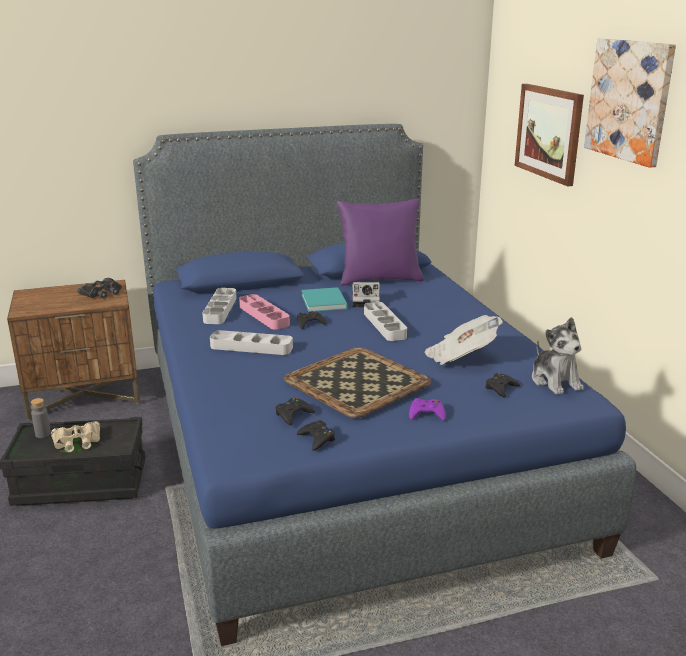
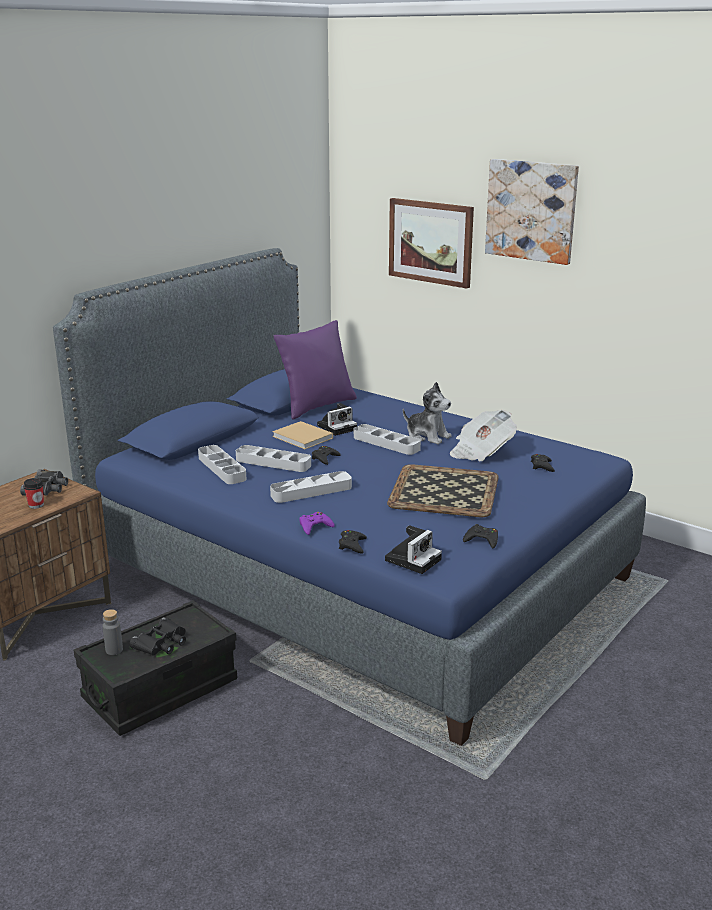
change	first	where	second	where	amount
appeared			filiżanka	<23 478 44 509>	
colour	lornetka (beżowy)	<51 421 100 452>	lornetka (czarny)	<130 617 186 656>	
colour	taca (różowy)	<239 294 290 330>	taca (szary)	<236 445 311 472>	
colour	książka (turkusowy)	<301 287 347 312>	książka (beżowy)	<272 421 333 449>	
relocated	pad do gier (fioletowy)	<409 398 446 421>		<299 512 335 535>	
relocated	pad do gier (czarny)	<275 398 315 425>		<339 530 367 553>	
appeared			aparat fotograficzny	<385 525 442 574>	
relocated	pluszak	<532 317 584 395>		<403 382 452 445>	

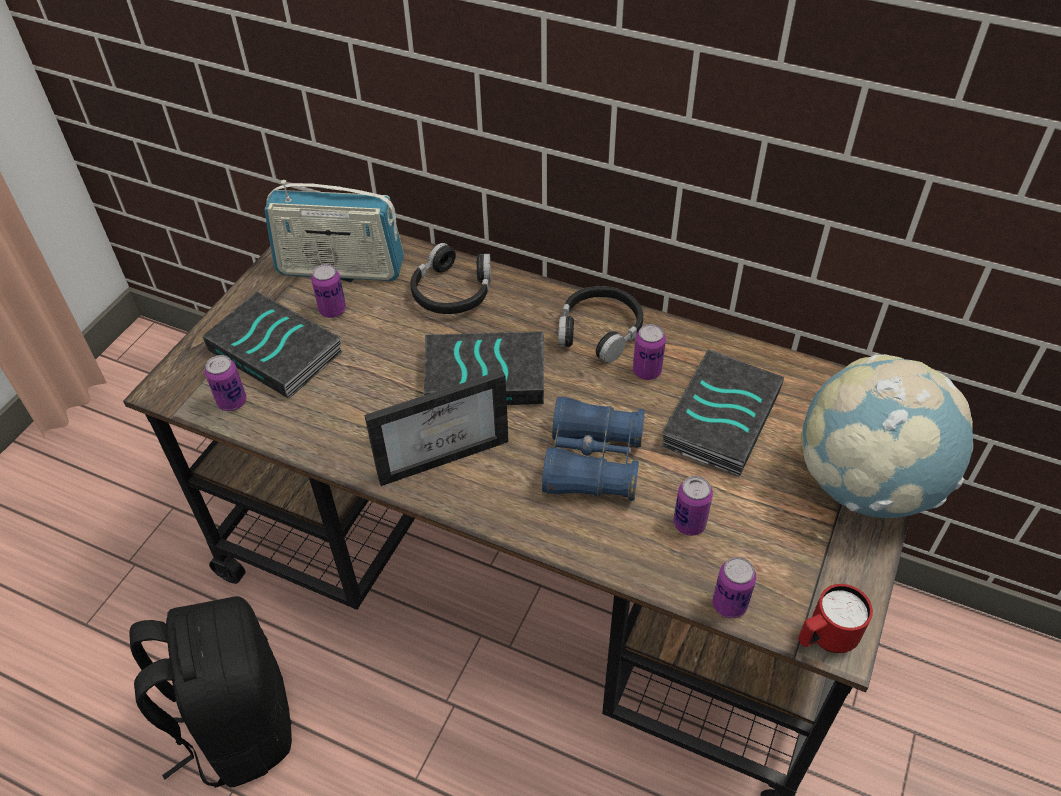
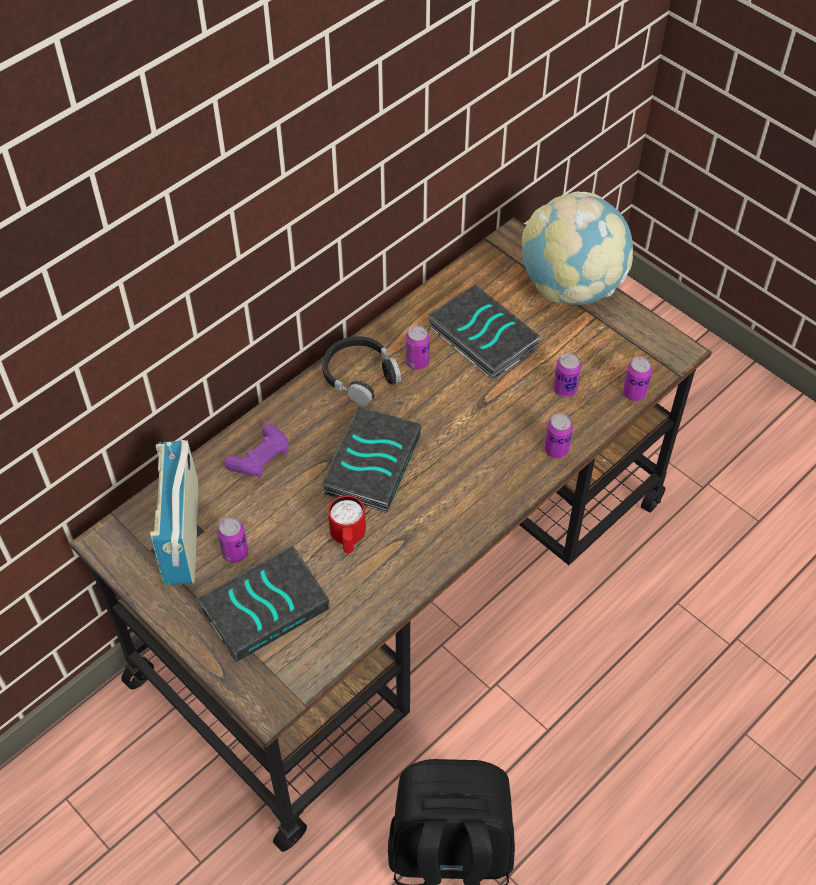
change	first	where	second	where	amount
spun	radio	<264 180 404 281>		<150 439 199 585>	150 degrees clockwise
exchanged	słuchawki (czarny)	<410 243 491 314>	pad do gier (fioletowy)	<225 424 289 478>	
relocated	kubek (czerwony)	<799 584 873 653>		<328 495 366 553>	
relocated	puszka	<205 355 247 411>		<544 413 573 458>	
missing	ramka na zdjęcie	<364 370 509 486>			
missing	lornetka (niebieski)	<542 397 645 501>			

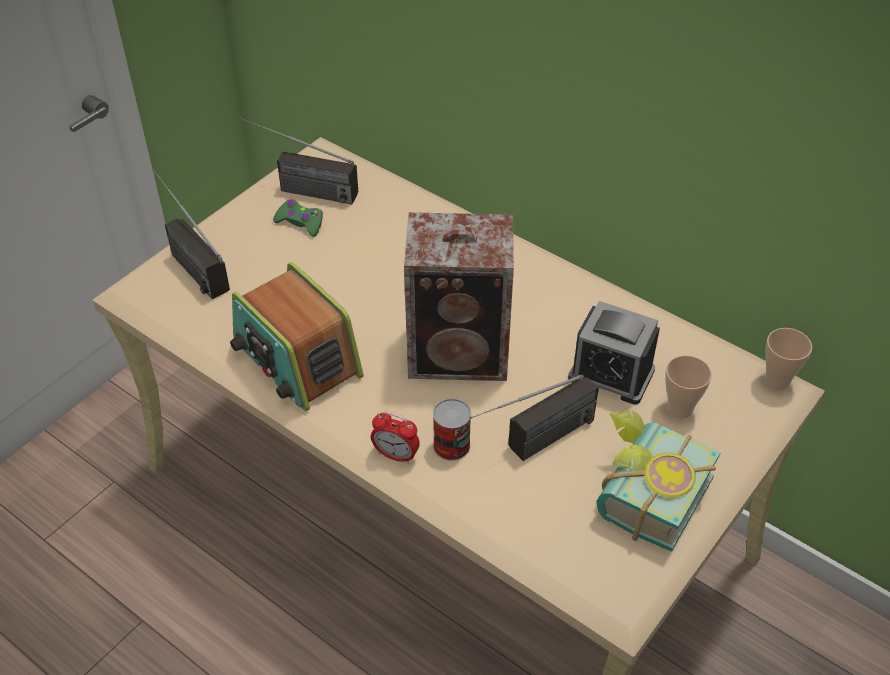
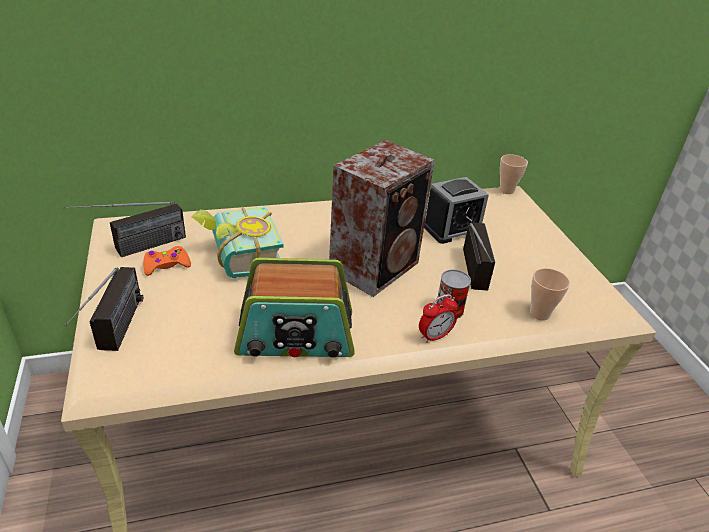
change	first	where	second	where	amount
spun	radio	<152 168 230 299>		<64 267 143 351>	90 degrees counterclockwise
colour	pad do gier (zielony)	<273 199 323 237>	pad do gier (pomarańczowy)	<143 246 191 276>	
relocated	książka	<597 410 721 552>		<192 206 283 278>	
relocated	filiżanka	<665 355 712 419>		<530 268 570 321>	

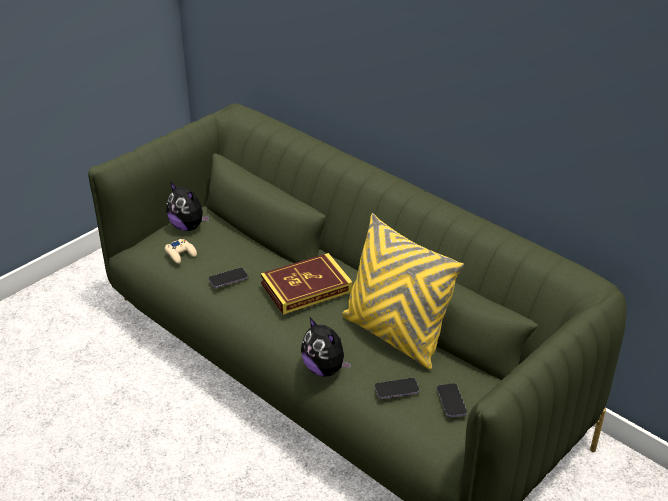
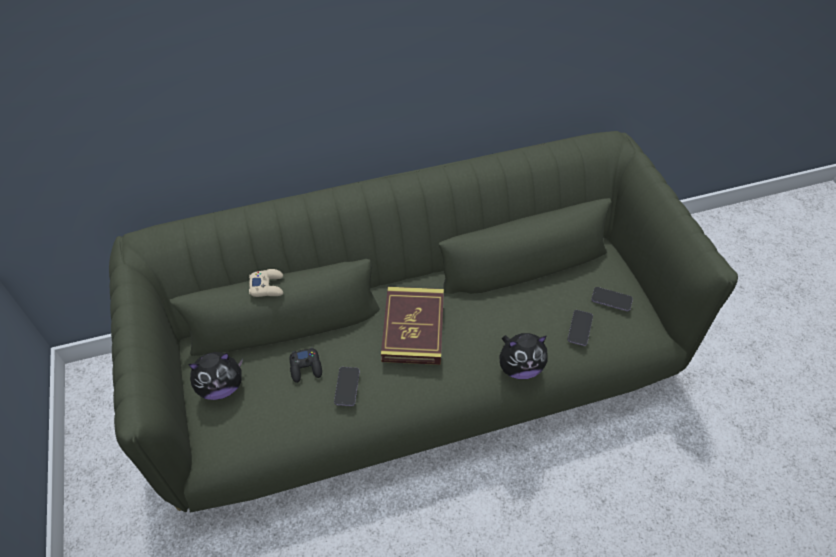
change	first	where	second	where	amount
relocated	pad do gier (beżowy)	<165 239 197 264>		<249 269 283 297>	
appeared			pad do gier (czarny)	<290 348 322 383>	
missing	poduszka (żółty)	<342 213 464 369>			

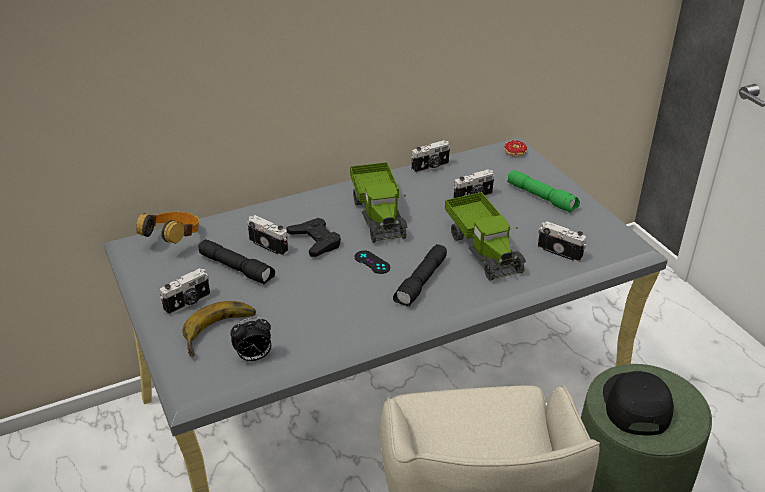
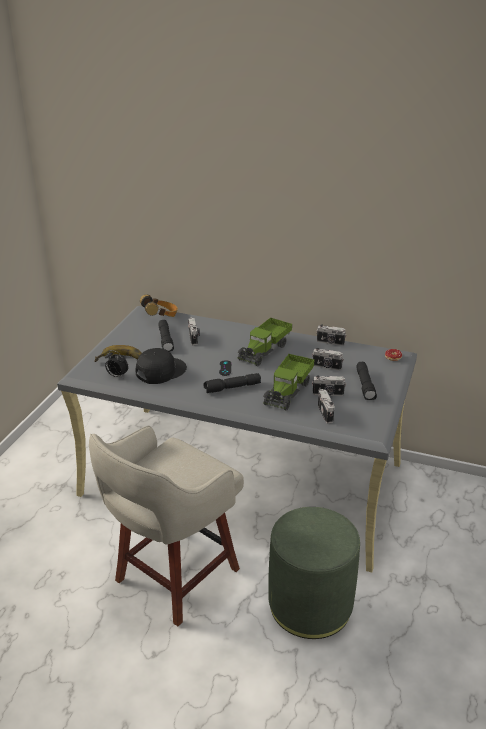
change	first	where	second	where	amount
relocated	czapka z daszkiem (czarny)	<603 371 674 435>		<136 348 187 384>	
relocated	aparat fotograficzny	<160 268 210 315>		<312 375 346 396>	
colour	latarka (zielony)	<507 170 580 213>	latarka (czarny)	<356 362 377 400>	
missing	pad do gier (czarny)	<286 218 341 257>			

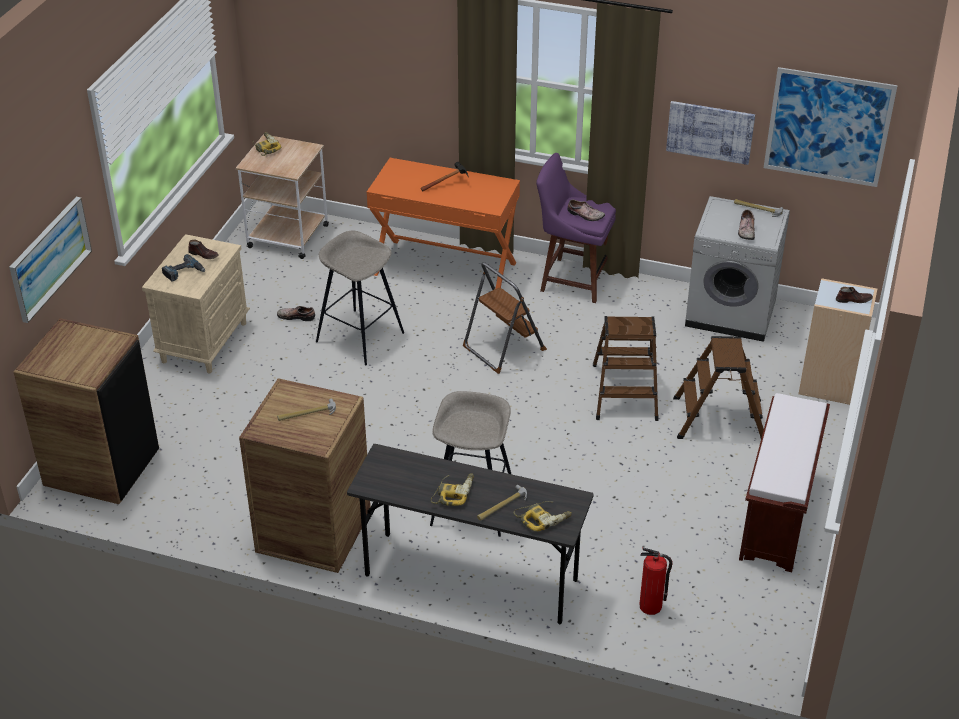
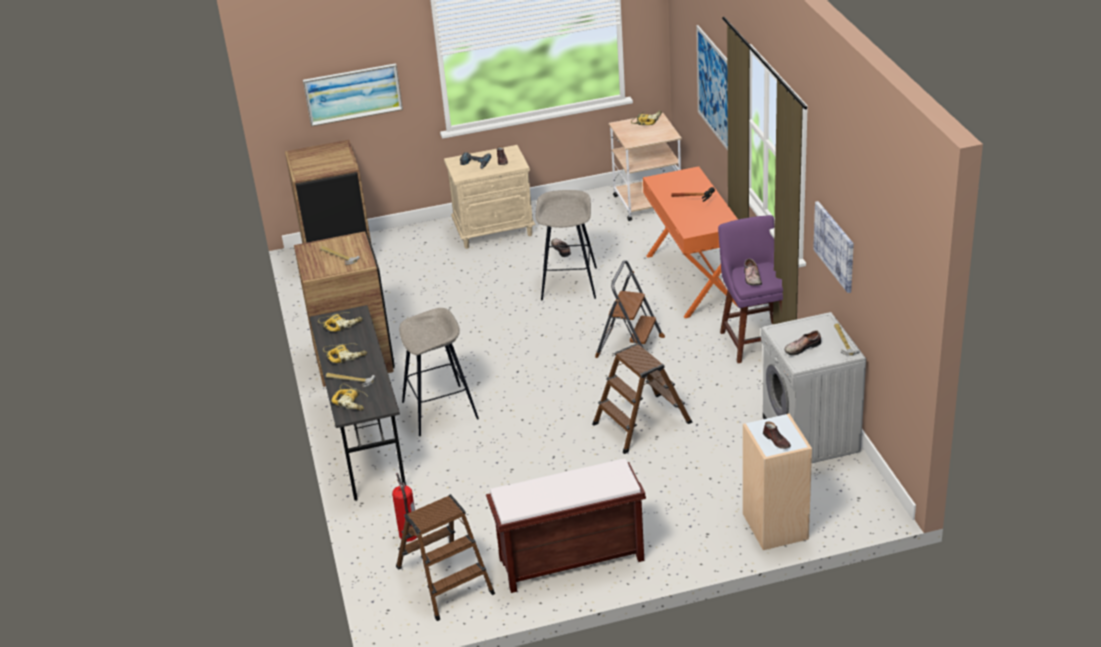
change	first	where	second	where	amount
appeared			wiertarka	<318 312 363 332>	
relocated	drabinka (brązowy)	<673 336 764 439>		<396 494 495 621>	
relocated	obraz	<764 67 898 187>		<696 25 728 150>	

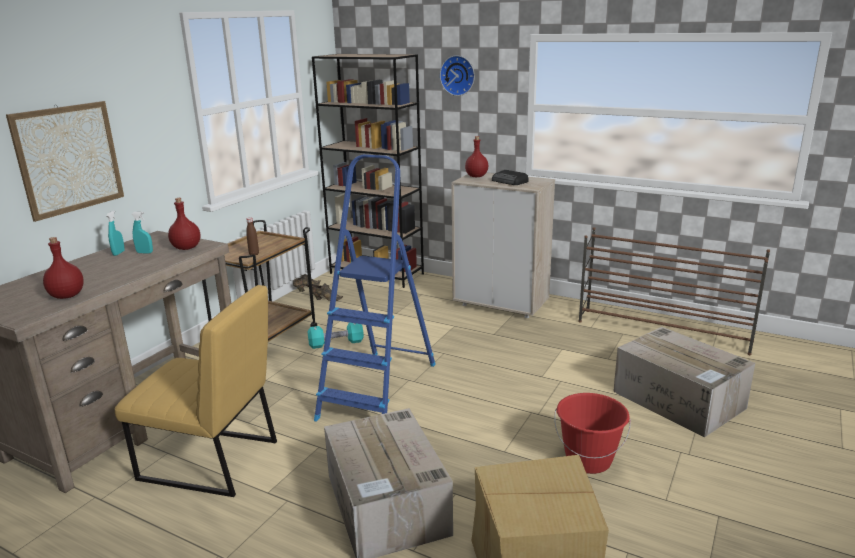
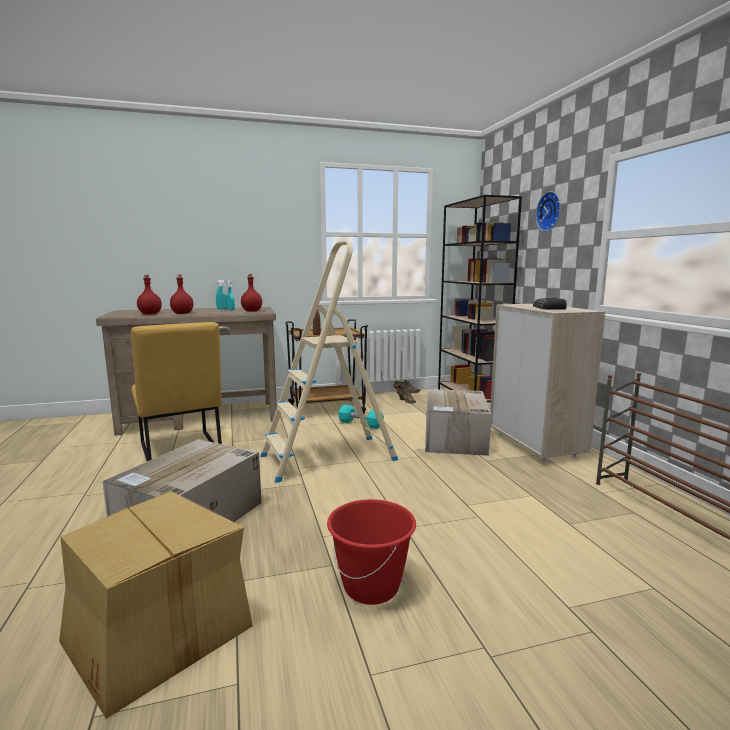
change	first	where	second	where	amount
relocated	butelka (czerwony)	<465 136 488 177>		<170 275 193 314>	
colour	drabinka (niebieski)	<314 155 436 422>	drabinka (beżowy)	<260 241 398 483>	
relocated	karton	<613 327 755 437>		<425 389 491 456>	
missing	obraz	<6 101 124 222>			

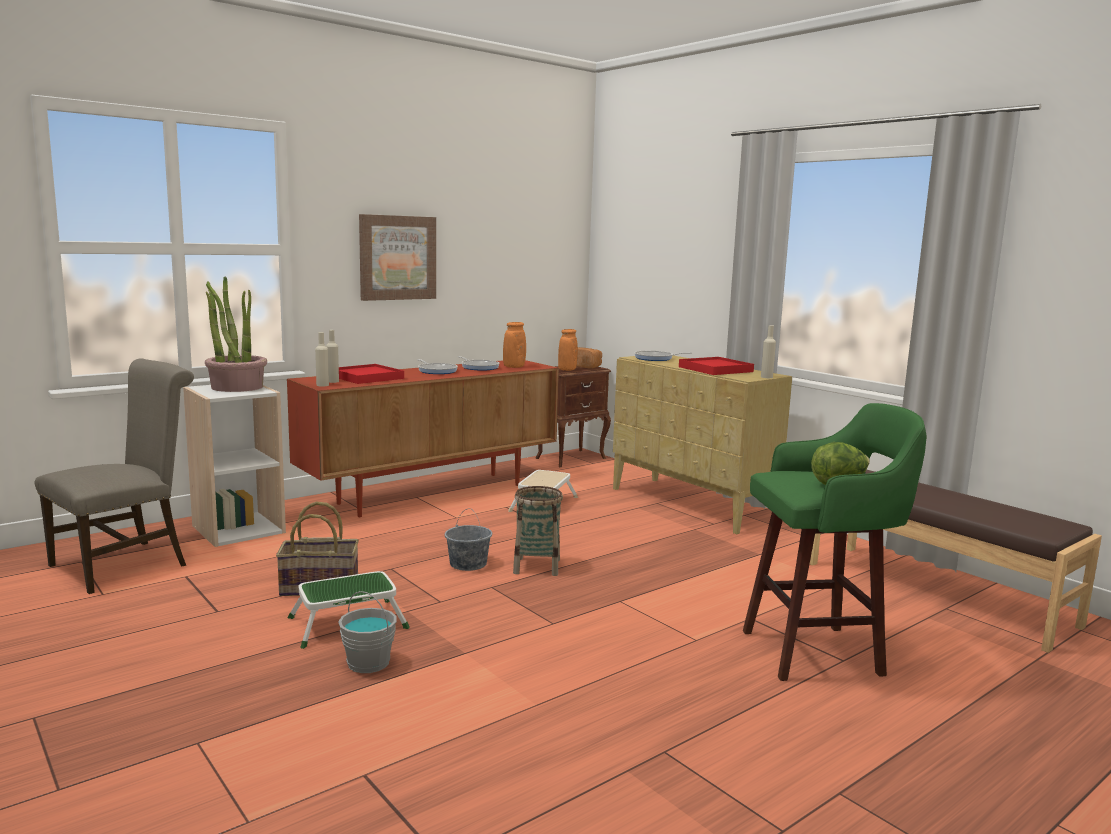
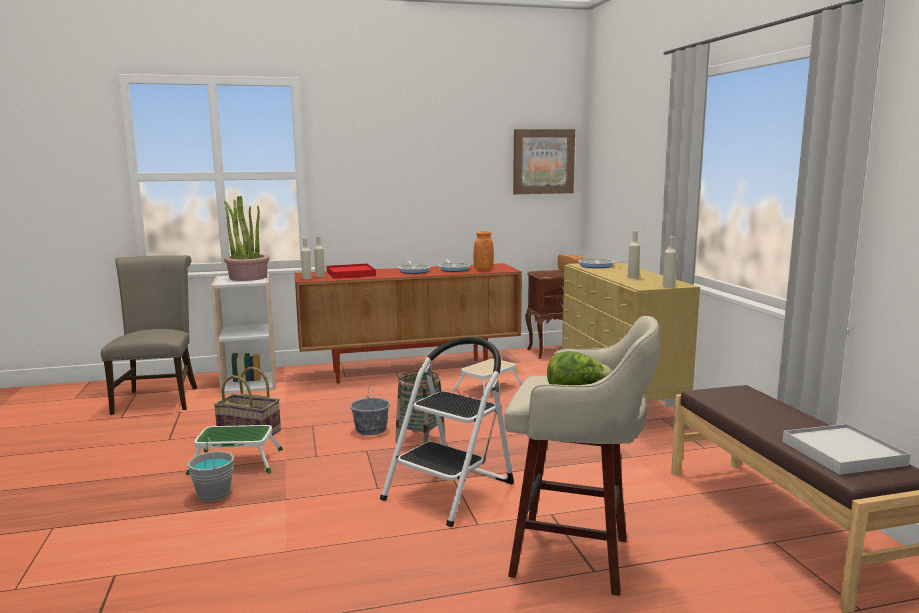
change	first	where	second	where	amount
spun	krzesło (beżowy)	<35 358 194 594>		<101 255 197 415>	75 degrees counterclockwise
appeared			drabinka	<380 337 514 527>	
colour	stołek (zielony)	<743 403 927 681>	stołek (beżowy)	<504 316 660 596>	
relocated	obraz	<359 214 436 301>		<513 129 575 194>	
exchanged	taca (czerwony)	<679 357 754 375>	butelka (beżowy)	<628 231 640 279>	
appeared			taca (biały)	<782 424 910 475>	
missing	wazon (pomarańczowy)	<558 329 578 371>			

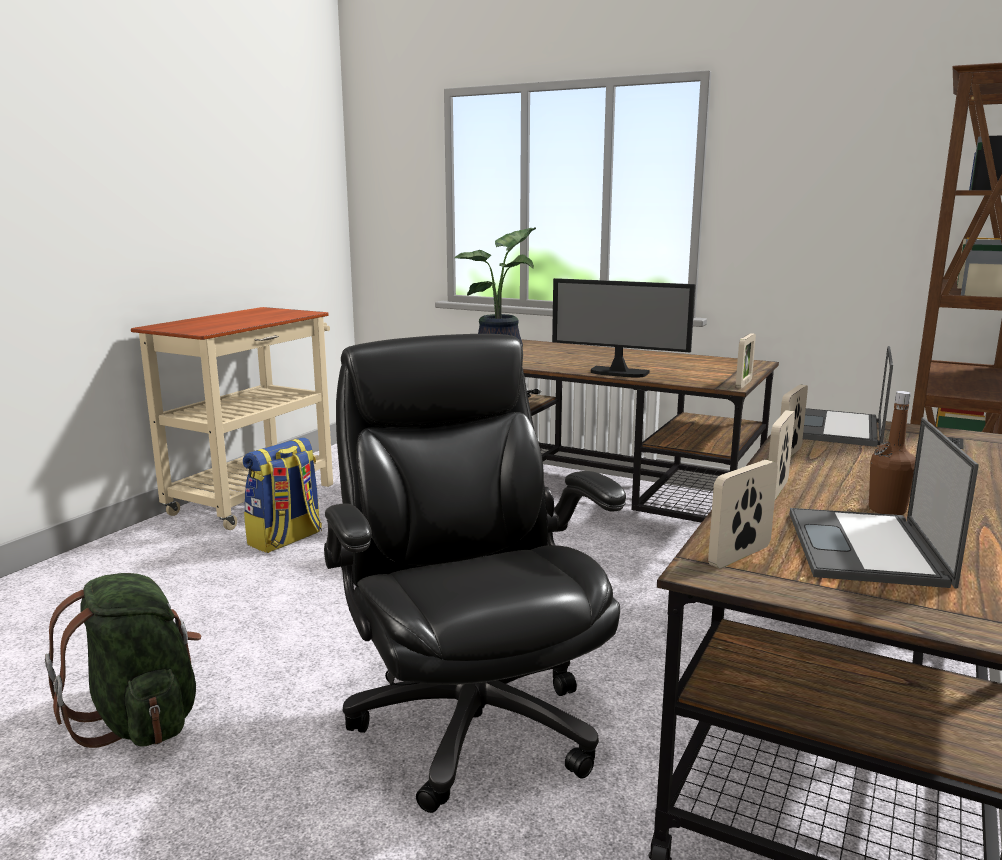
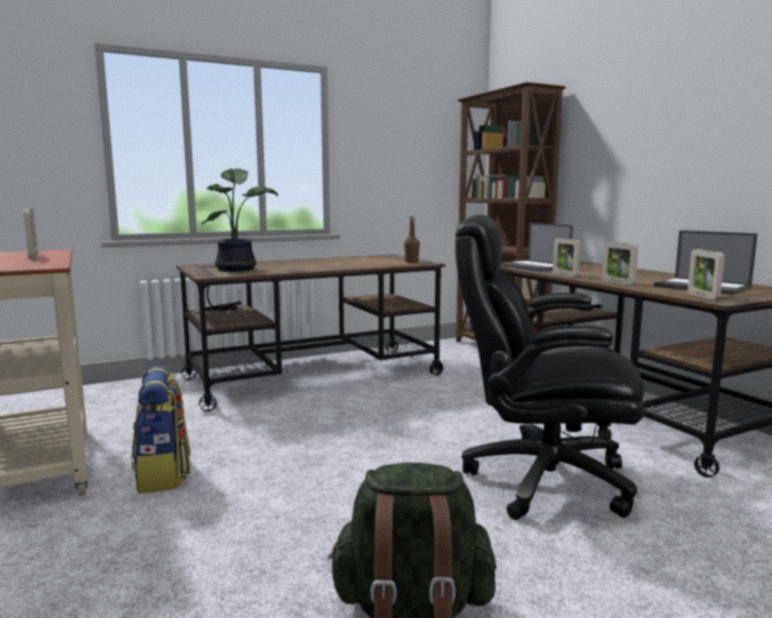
change	first	where	second	where	amount
relocated	ramka na zdjęcie	<736 333 756 388>		<23 209 38 259>	
relocated	butelka (brązowy)	<869 391 916 515>		<404 216 420 263>	
missing	monitor	<552 278 695 377>			

